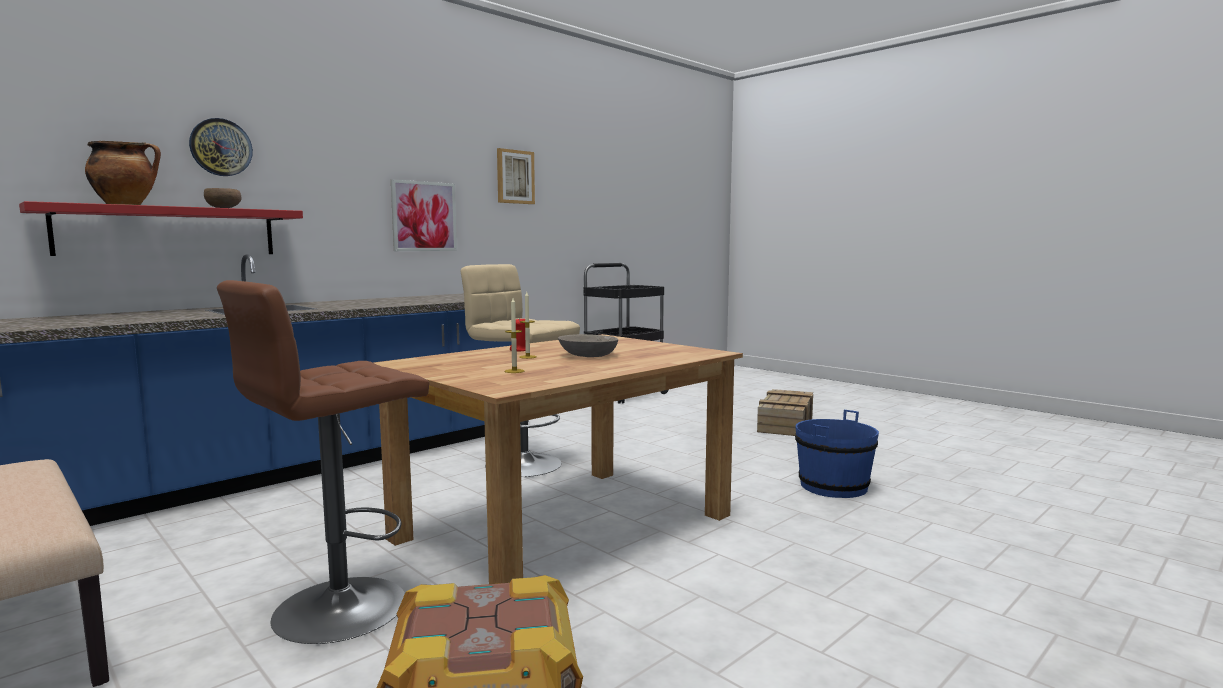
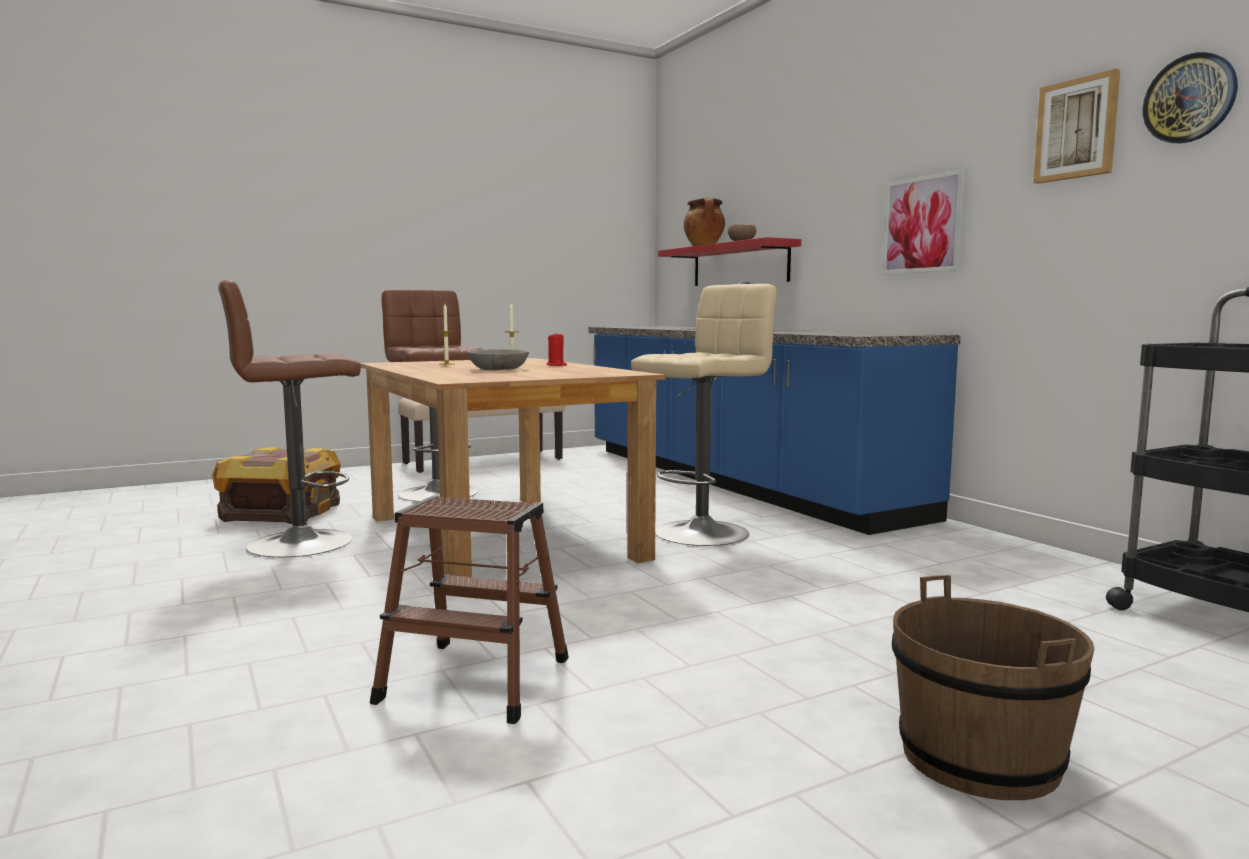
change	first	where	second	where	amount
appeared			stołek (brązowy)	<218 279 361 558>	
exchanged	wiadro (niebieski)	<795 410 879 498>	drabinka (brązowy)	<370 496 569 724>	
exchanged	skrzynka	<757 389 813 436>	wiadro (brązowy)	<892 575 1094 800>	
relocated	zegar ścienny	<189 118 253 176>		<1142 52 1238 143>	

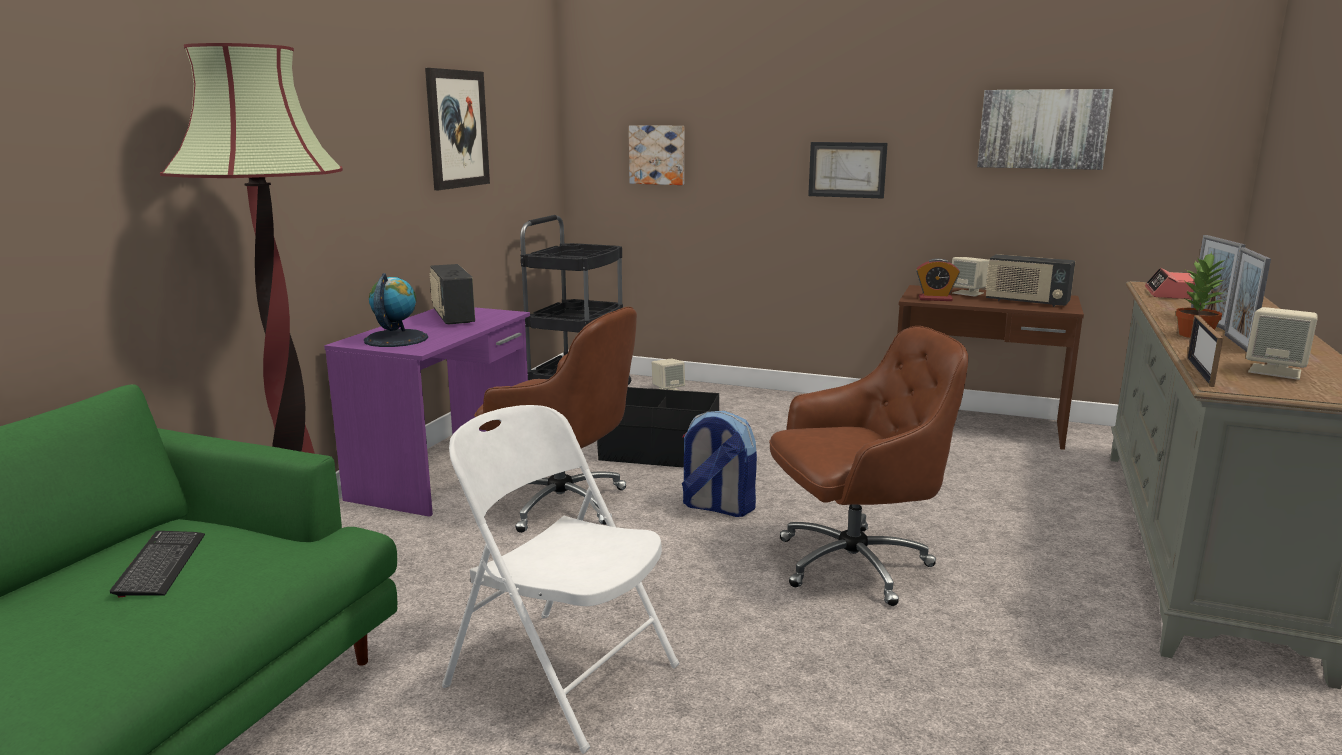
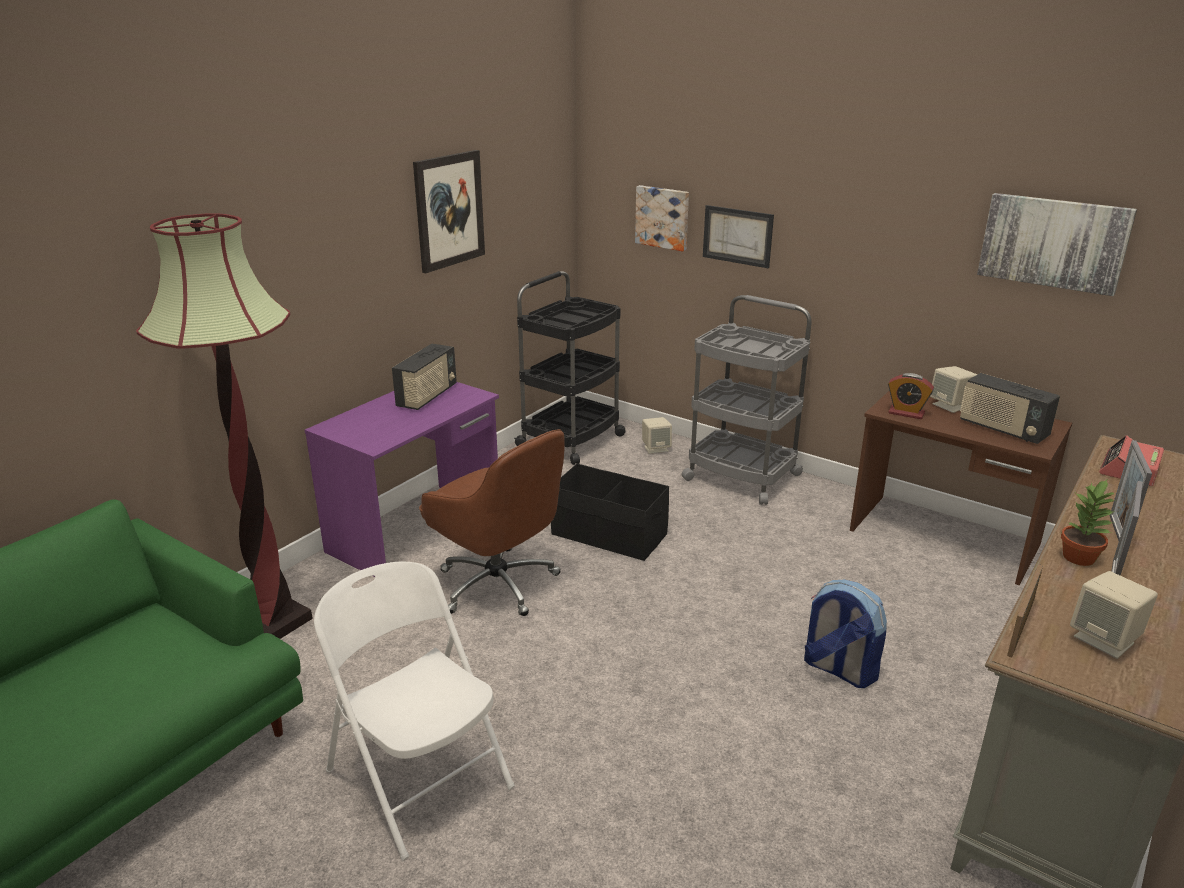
change	first	where	second	where	amount
spun	radio	<429 264 475 325>		<392 344 457 410>	150 degrees counterclockwise
appeared			wózek (szary)	<681 295 811 505>	
relocated	obraz	<808 142 888 199>		<703 205 774 268>	
relocated	plecak	<682 411 757 517>		<804 580 887 688>	
missing	klawiatura	<110 531 205 598>			
missing	globus	<364 273 428 347>			
missing	krzesło biurowe (brązowy)	<769 326 968 606>			

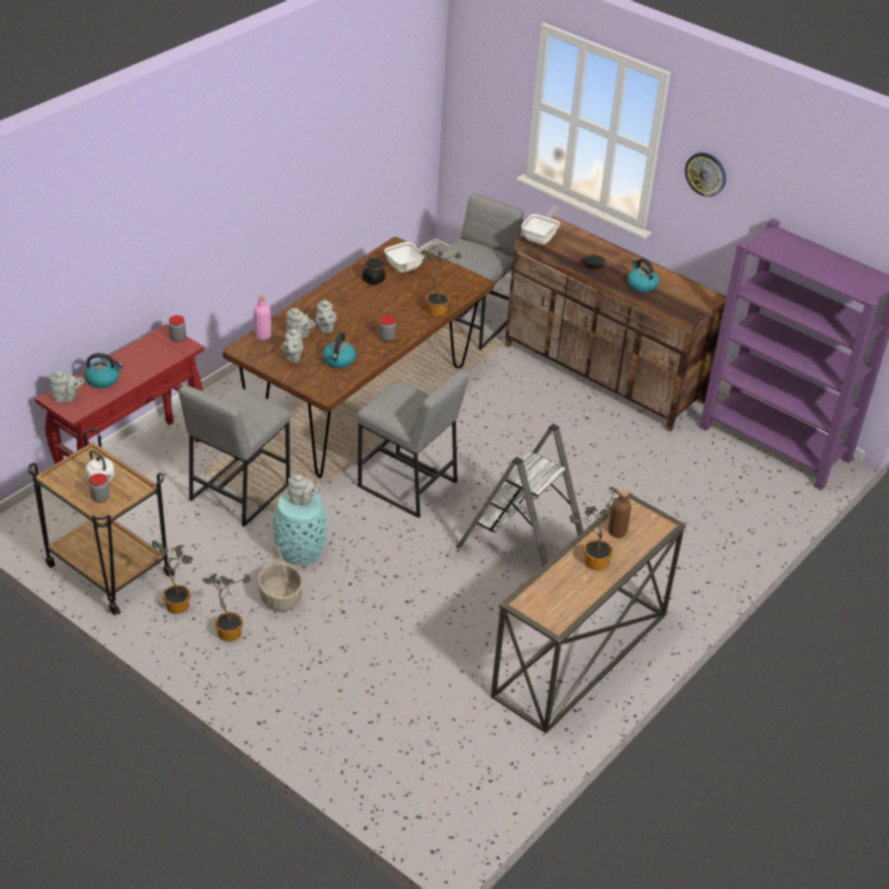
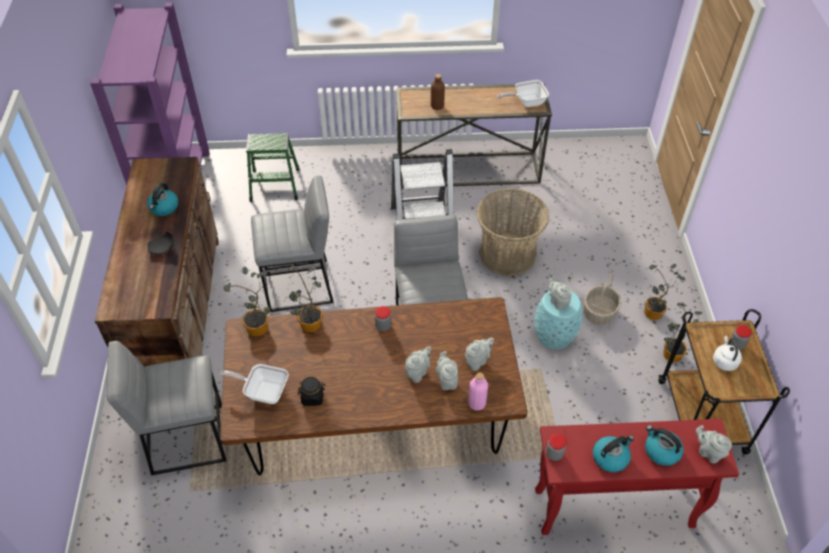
change	first	where	second	where	amount
relocated	roślina doniczkowa	<569 487 623 571>		<224 267 271 336>	
appeared			drabinka (zielony)	<246 133 299 202>	
relocated	krzesło (szary)	<178 386 291 527>		<251 175 334 312>	
appeared			koszyk	<476 188 549 276>	
relocated	patelnia	<521 206 560 245>		<497 80 549 107>	
relocated	czajnik	<323 332 356 368>		<593 435 634 472>	
missing	zegar ścienny	<685 152 726 197>			

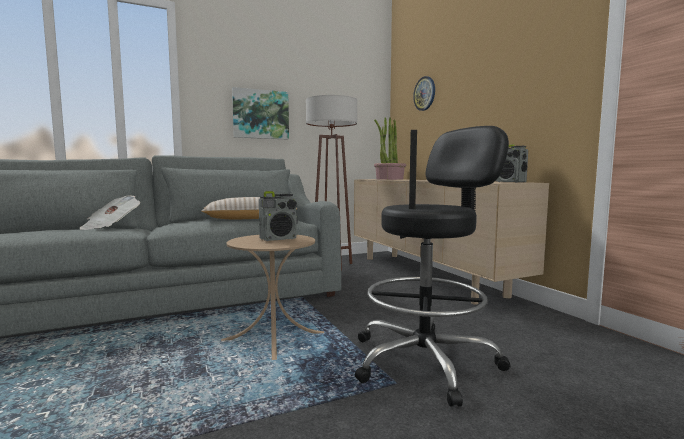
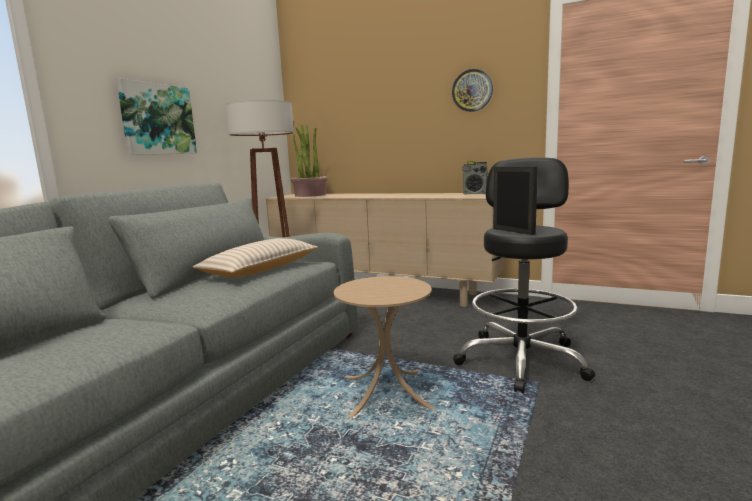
change	first	where	second	where	amount
relocated	zegar ścienny	<413 76 435 111>		<452 69 493 112>	
missing	gazeta	<80 195 140 230>			
missing	radio	<259 191 298 241>			

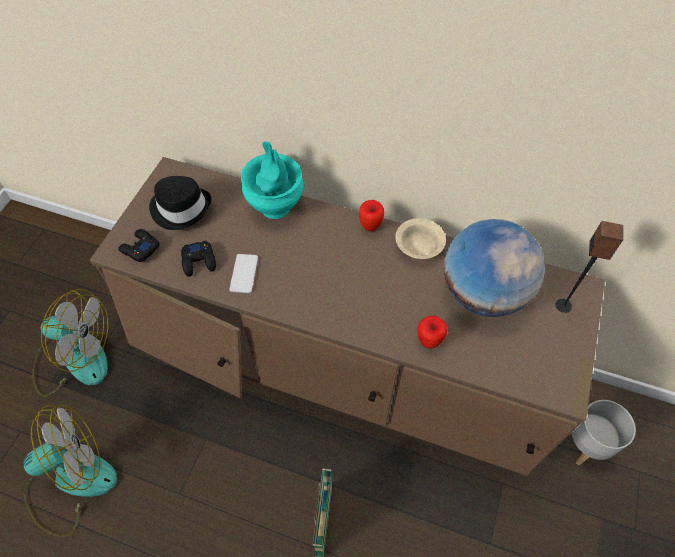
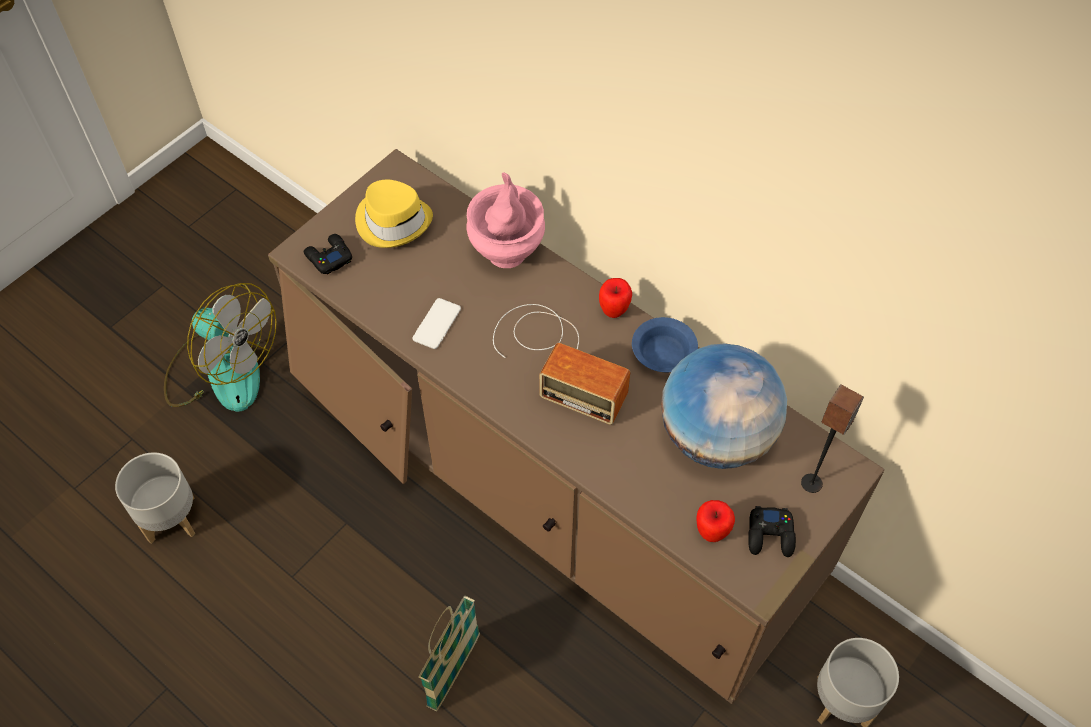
change	first	where	second	where	amount
exchanged	wentylator	<23 405 117 538>	donica (szary)	<115 452 196 544>	
colour	kapelusz (czarny)	<149 176 211 230>	kapelusz (żółty)	<355 180 433 248>	
colour	wazon (turkusowy)	<241 141 303 219>	wazon (różowy)	<466 172 545 268>	
appeared			radio	<493 304 630 425>	
colour	miska (beżowy)	<395 218 446 259>	miska (niebieski)	<632 317 698 372>	
relocated	jabłko	<418 316 448 349>		<696 500 735 542>	
relocated	pad do gier (czarny)	<181 240 216 277>		<748 506 796 557>	

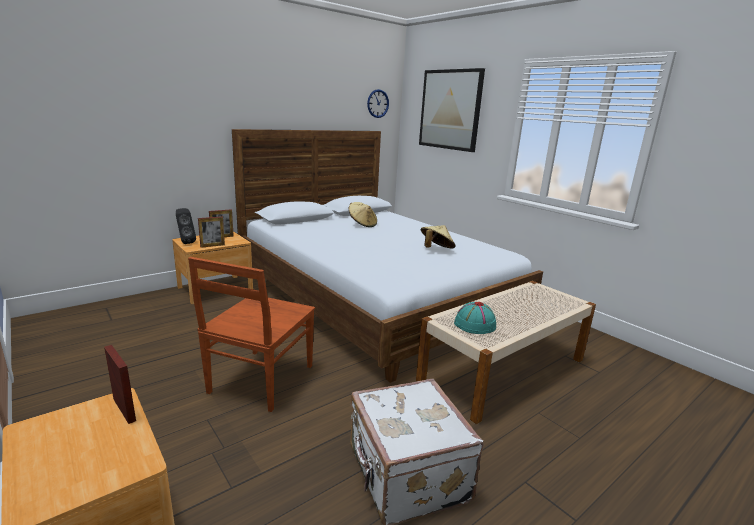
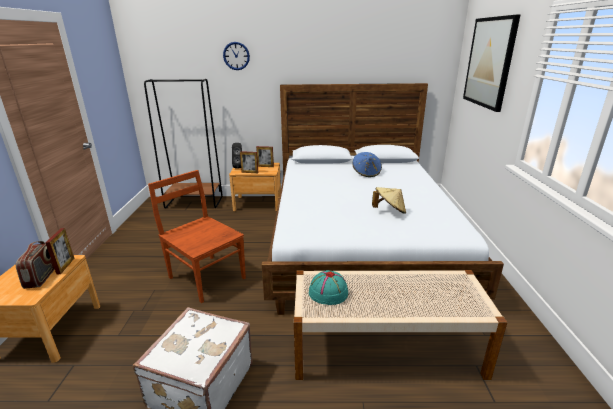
change	first	where	second	where	amount
appeared			radio	<16 241 55 289>	
appeared			wieszak	<144 79 222 209>	
spun	krzesło (brązowy)	<188 257 315 412>		<148 170 246 303>	75 degrees clockwise
relocated	zegar ścienny	<367 89 389 118>		<223 42 250 70>	
colour	kapelusz (beżowy)	<349 202 377 227>	kapelusz (niebieski)	<353 152 382 177>	

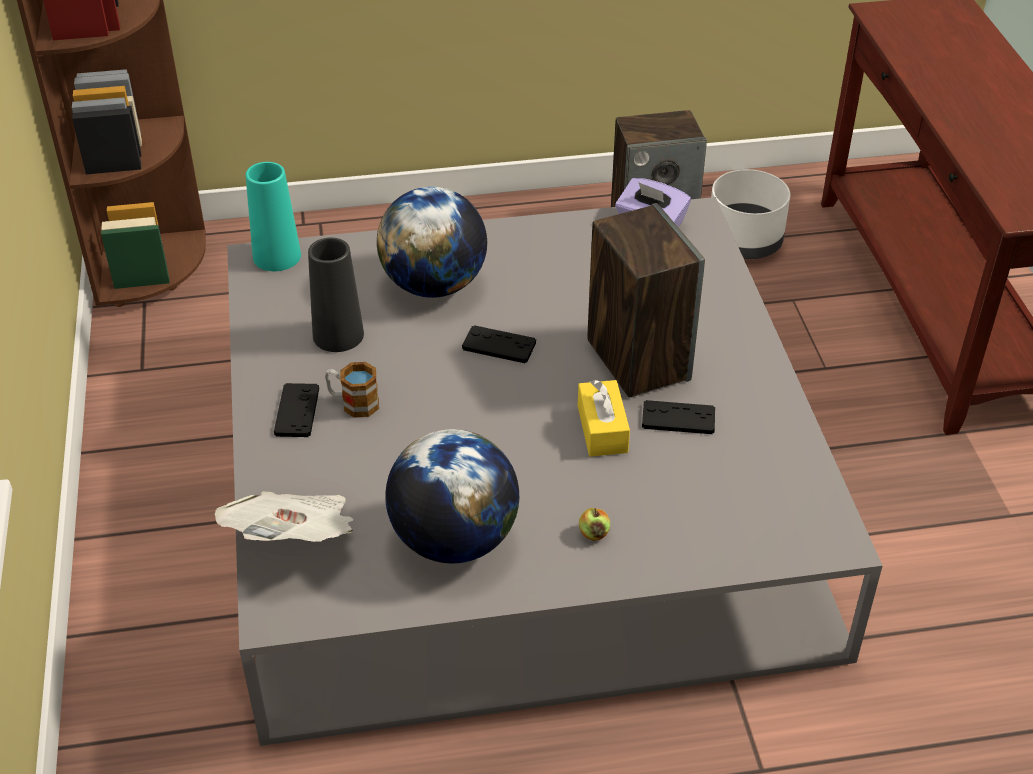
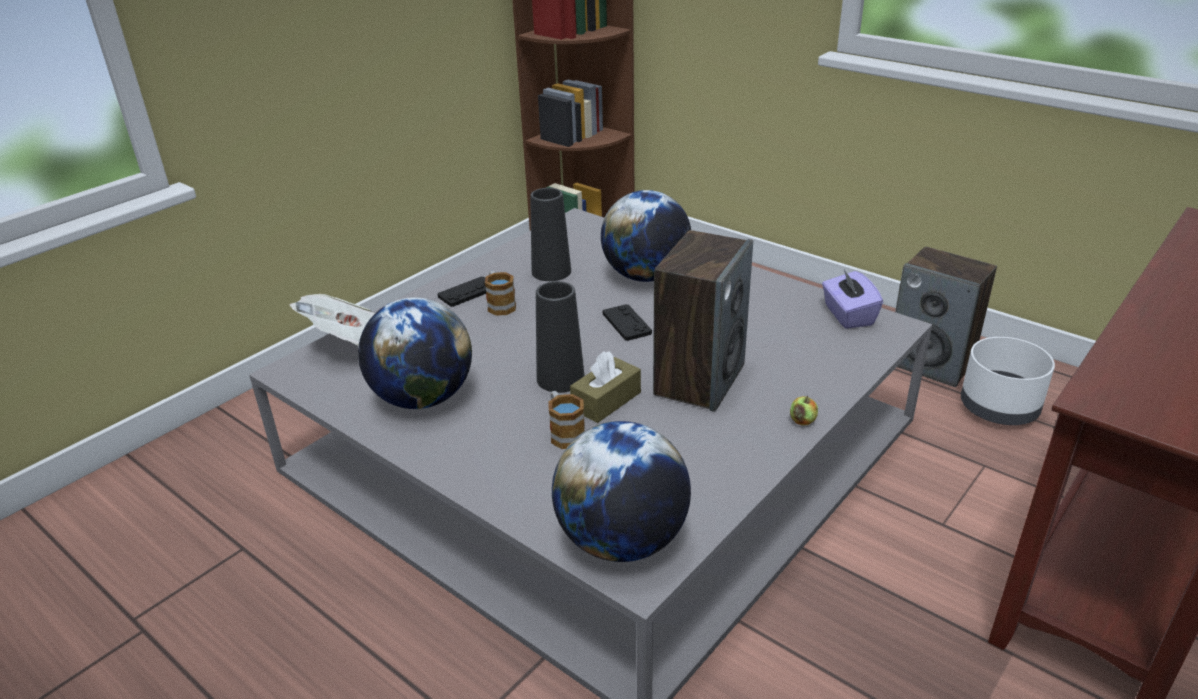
change	first	where	second	where	amount
appeared			wazon (czarny)	<536 281 585 393>	
appeared			kubek	<549 391 585 449>	
appeared			globus	<552 421 691 562>	
colour	pudełko chusteczek (żółty)	<578 380 630 457>	pudełko chusteczek (brązowy)	<570 351 641 423>	
relocated	jabłko	<579 508 611 541>		<790 396 818 426>	
missing	wazon (turkusowy)	<246 162 301 271>			
missing	pad do gier (czarny)	<642 400 715 434>			

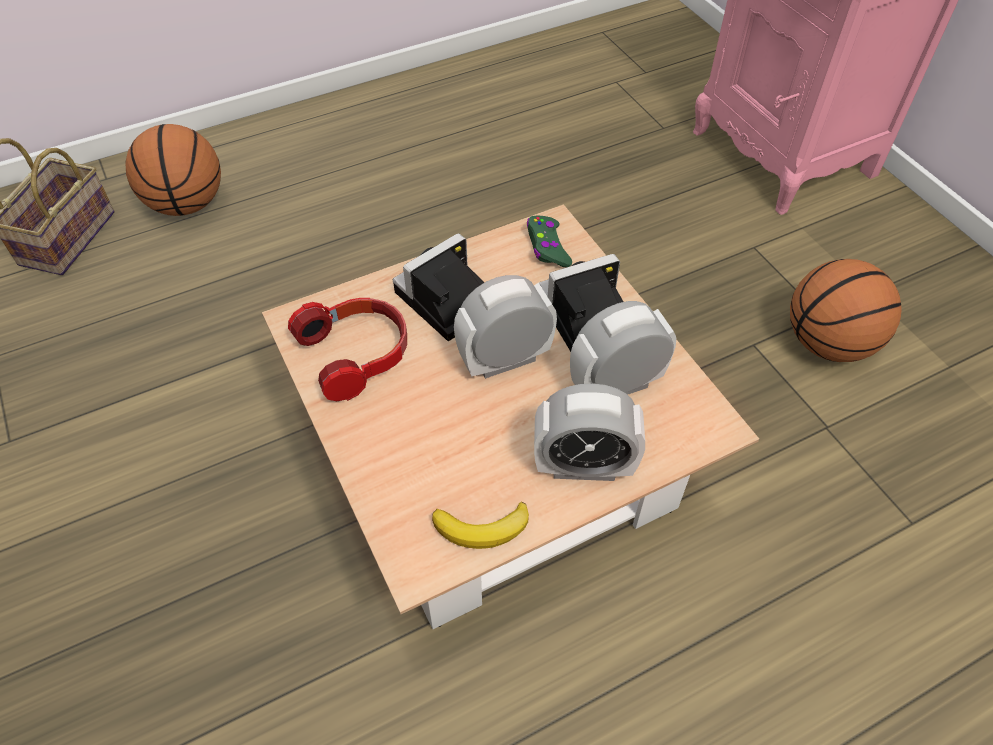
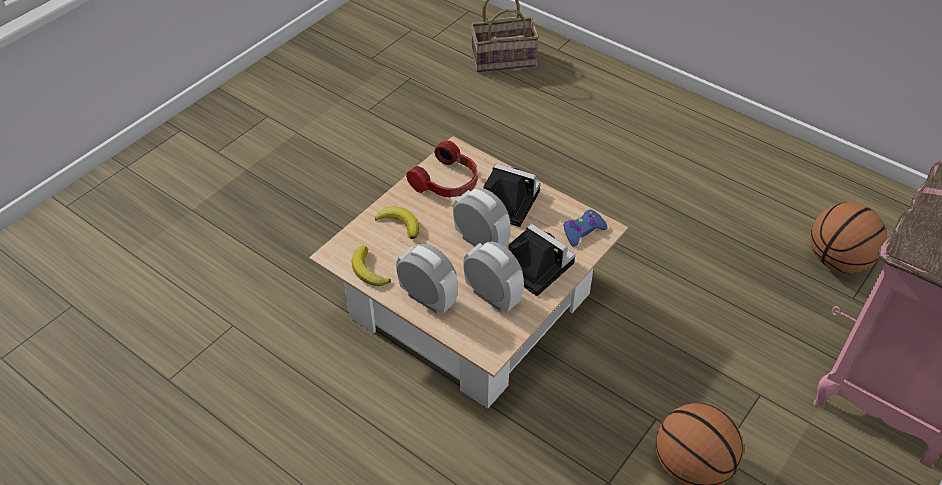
change	first	where	second	where	amount
appeared			banan	<375 206 419 239>	
spun	budzik	<534 384 645 481>		<396 244 458 313>	150 degrees clockwise
colour	pad do gier (zielony)	<527 216 572 267>	pad do gier (niebieski)	<563 210 607 247>	
relocated	piłka do koszykówki	<125 124 221 216>		<810 202 887 273>	

